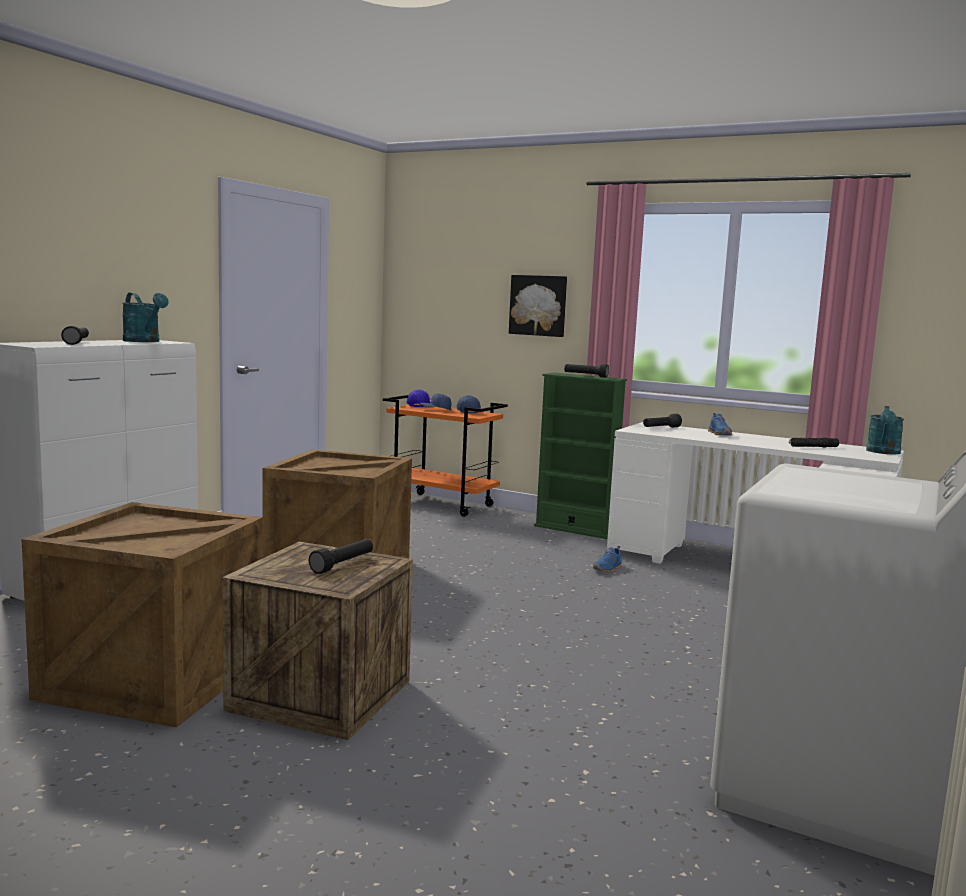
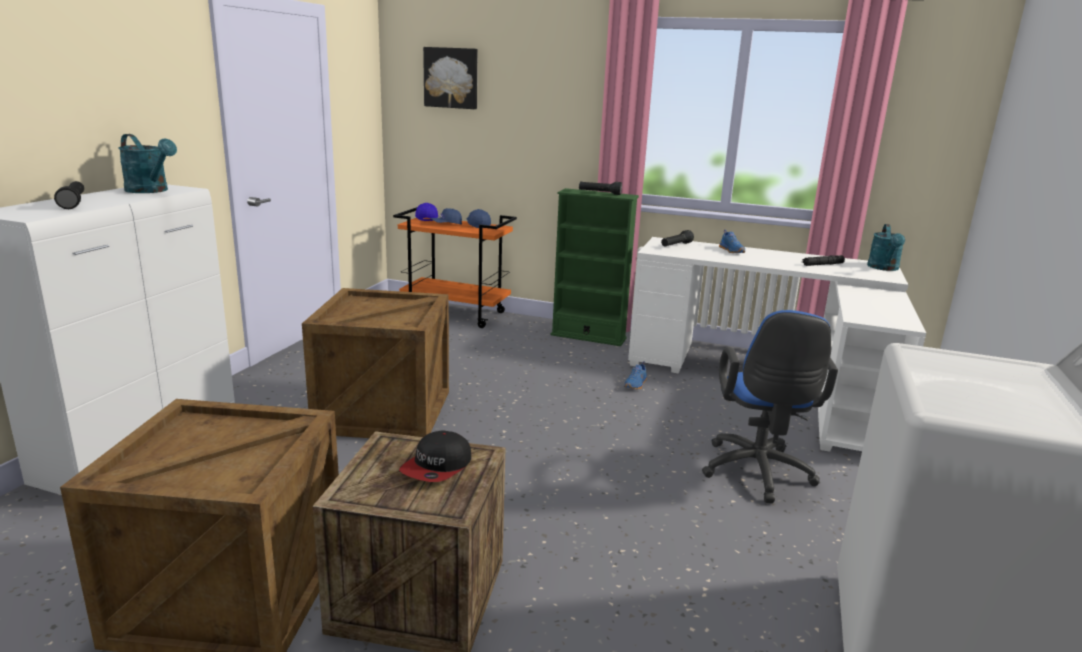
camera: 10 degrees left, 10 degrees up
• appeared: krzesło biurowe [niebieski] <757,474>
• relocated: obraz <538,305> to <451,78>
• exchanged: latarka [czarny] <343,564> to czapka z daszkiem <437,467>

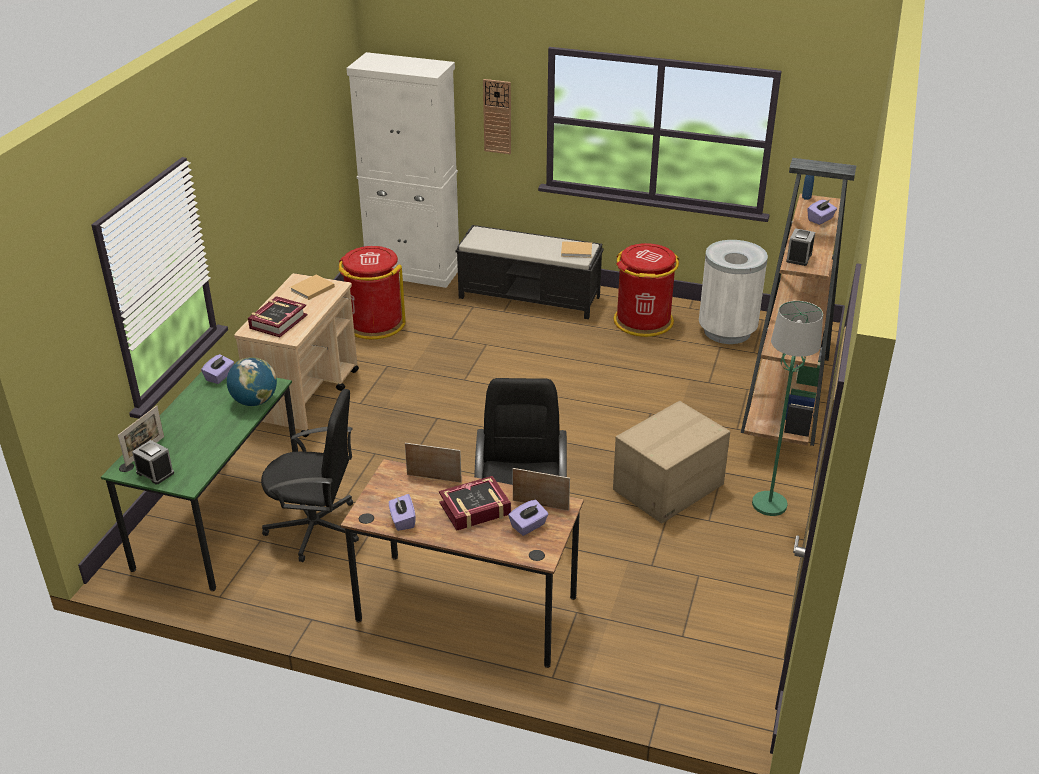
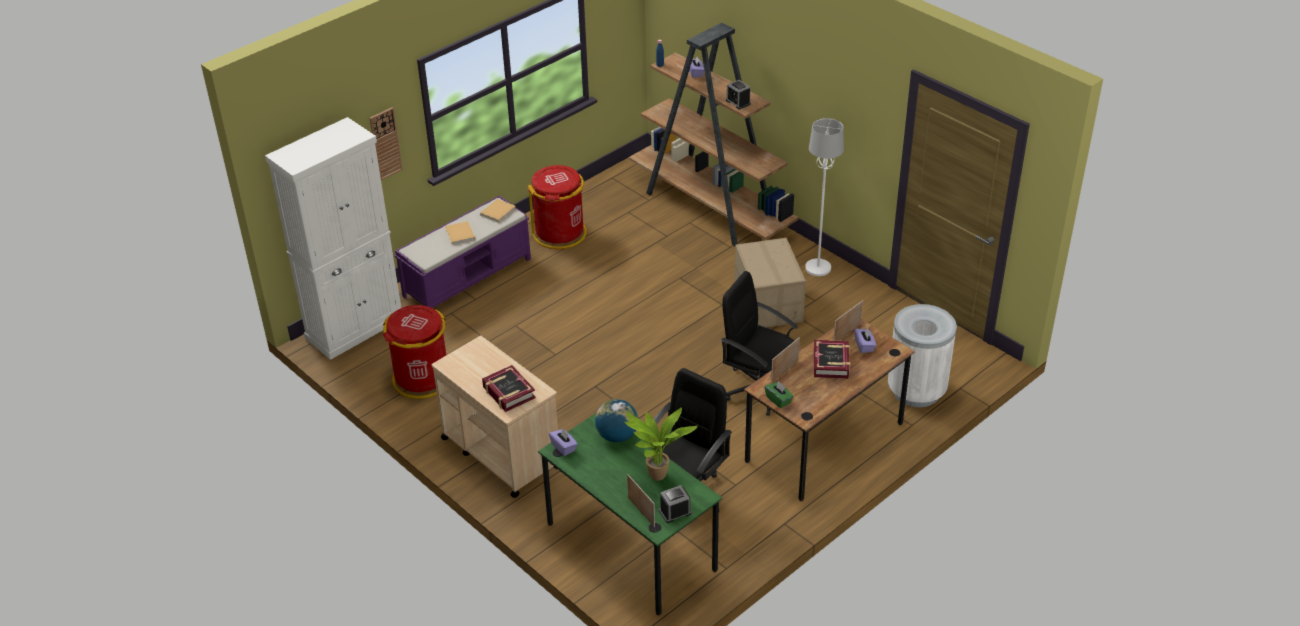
camera: 60 degrees left, 5 degrees up
• missing: pudełko chusteczek [fioletowy] <402,520>
• appeared: roślina doniczkowa <658,478>
• appeared: pudełko chusteczek [zielony] <778,400>
• relocated: książka [beżowy] <311,289> to <460,234>
• relocated: kosz na śmieci [biały] <726,331> to <916,391>
• colour: ławka [czarny] <530,297> to ławka [fioletowy] <468,277>
• colour: lampa stojąca [zielony] <769,504> to lampa stojąca [biały] <817,268>

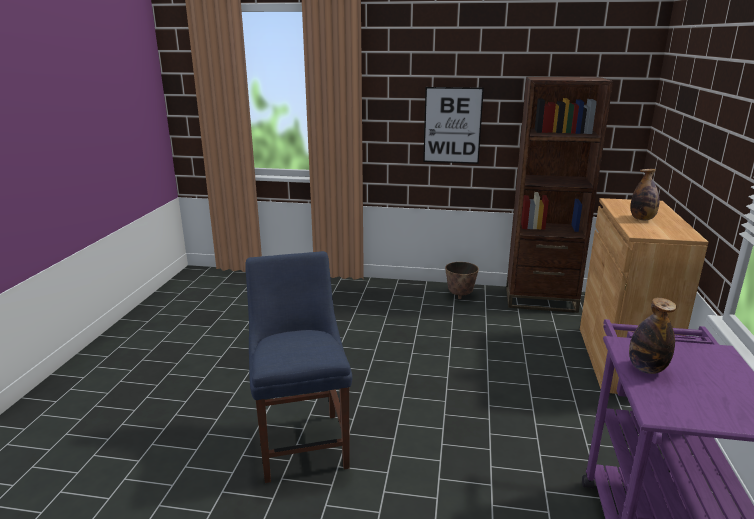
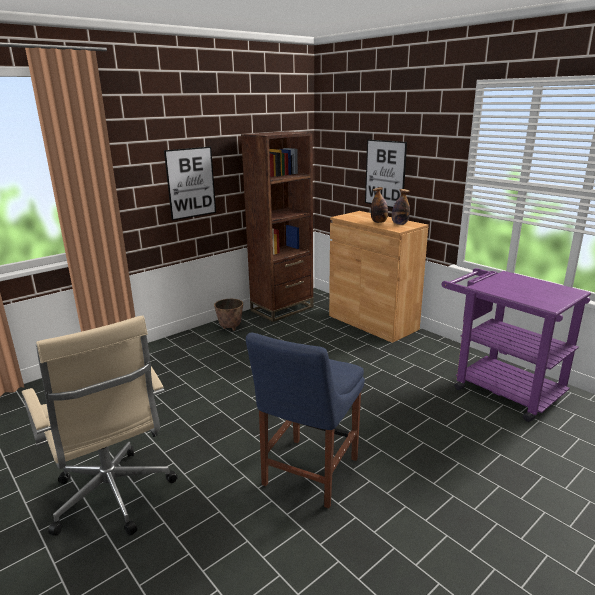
camera: 50 degrees left, 0 degrees up
• appeared: krzesło biurowe [beżowy] <114,499>
• appeared: obraz <385,174>
• relocated: butelka <646,368> to <399,224>
• spun: krzesło [niebieski] <302,442> = <308,474> 90 degrees counterclockwise

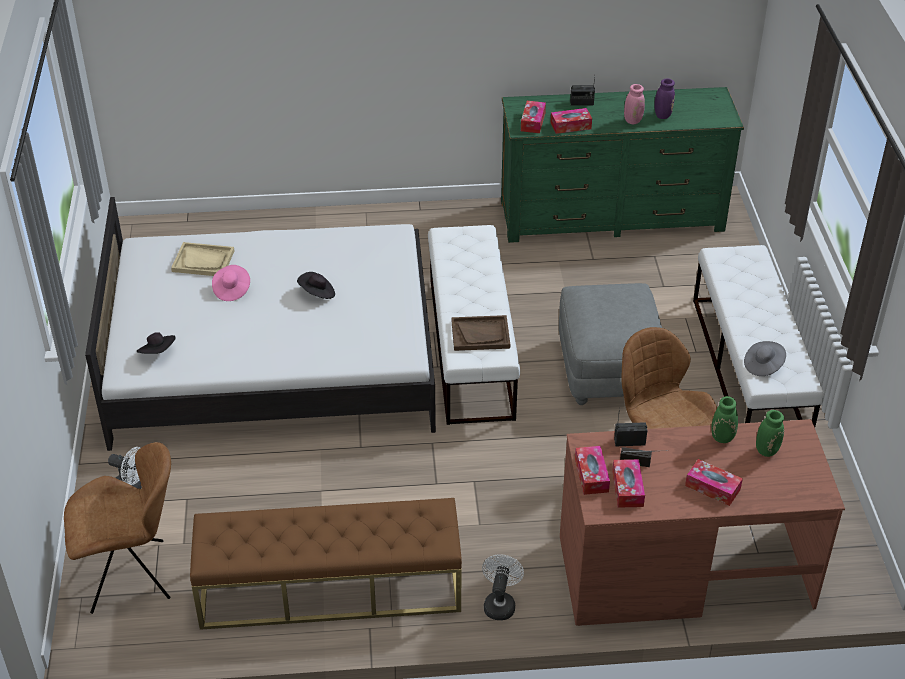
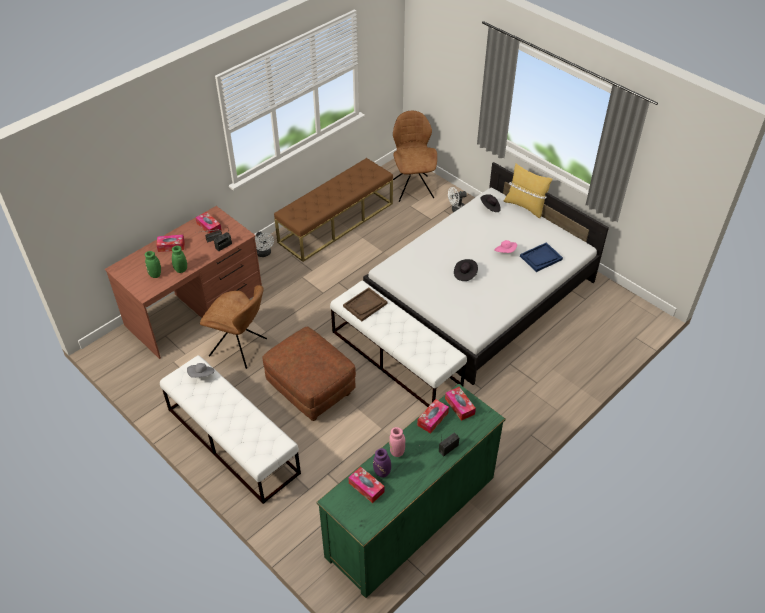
camera: 140 degrees right, 5 degrees up
• appeared: poduszka [żółty] <525,206>
• relocated: pudełko chusteczek <591,475> to <366,487>
• colour: taca [beżowy] <203,261> to taca [niebieski] <541,258>
• colour: pufa [szary] <608,371> to pufa [brązowy] <310,389>
• spun: krzesło [brązowy] <132,576> = <413,187> 135 degrees clockwise

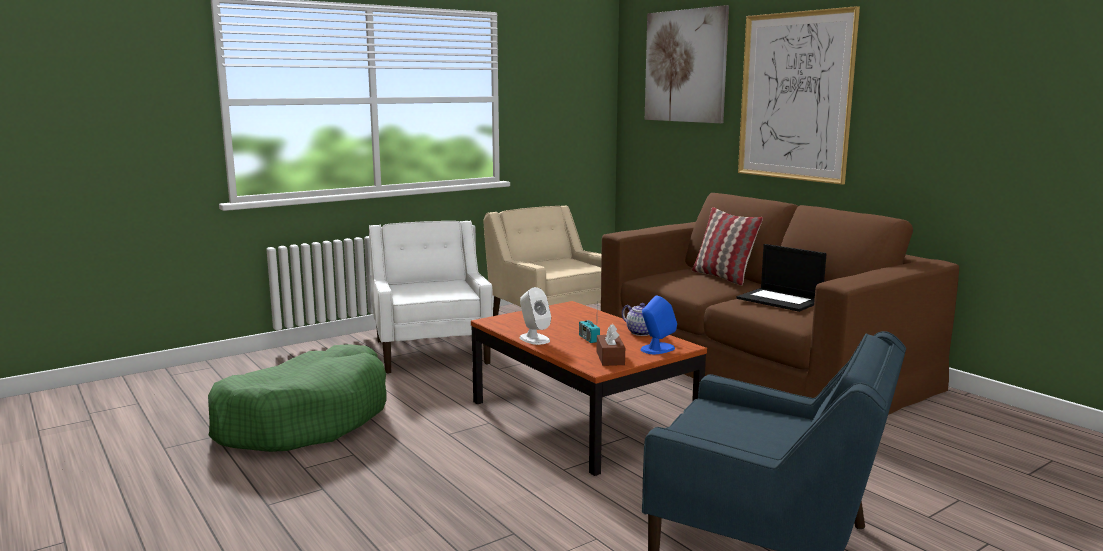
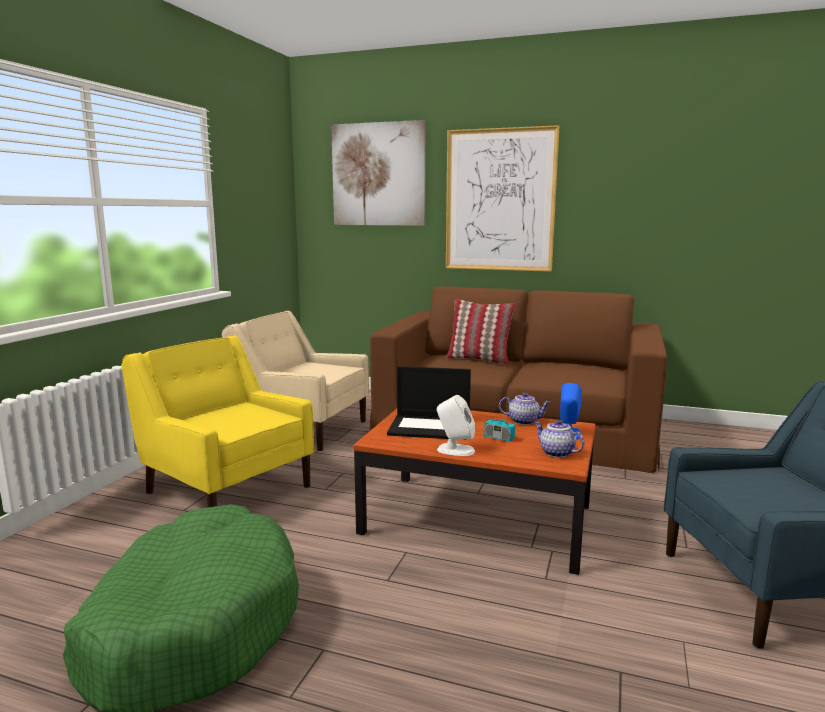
camera: 35 degrees left, 0 degrees up
• relocated: laptop <780,300> to <431,427>
• exchanged: pudełko chusteczek [brązowy] <610,358> to imbryk <556,453>
• colour: fotel [biały] <431,351> to fotel [żółty] <227,489>

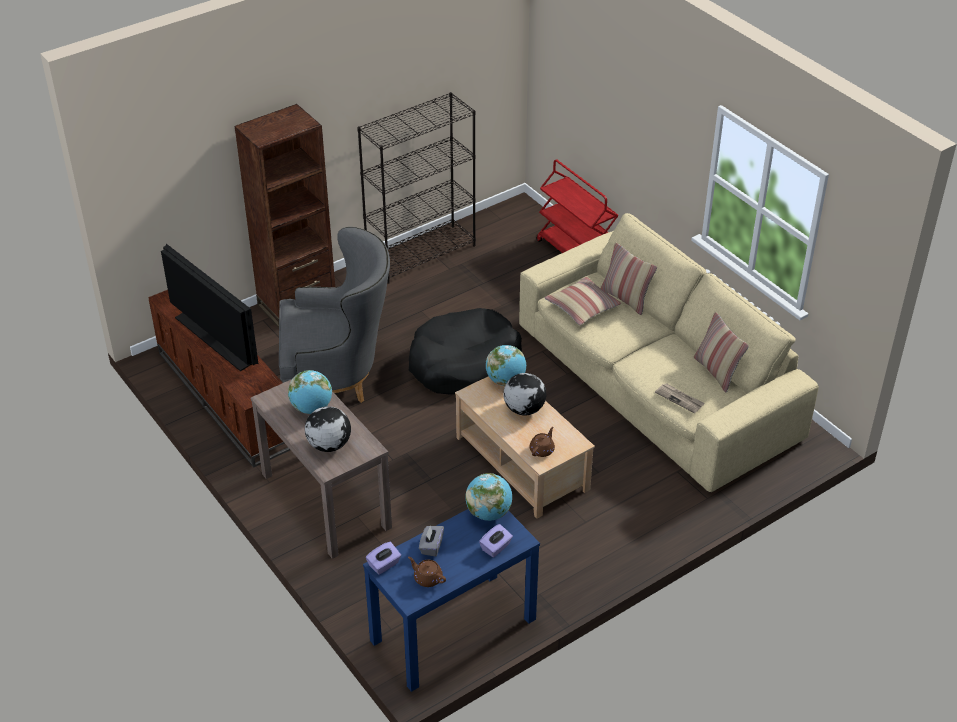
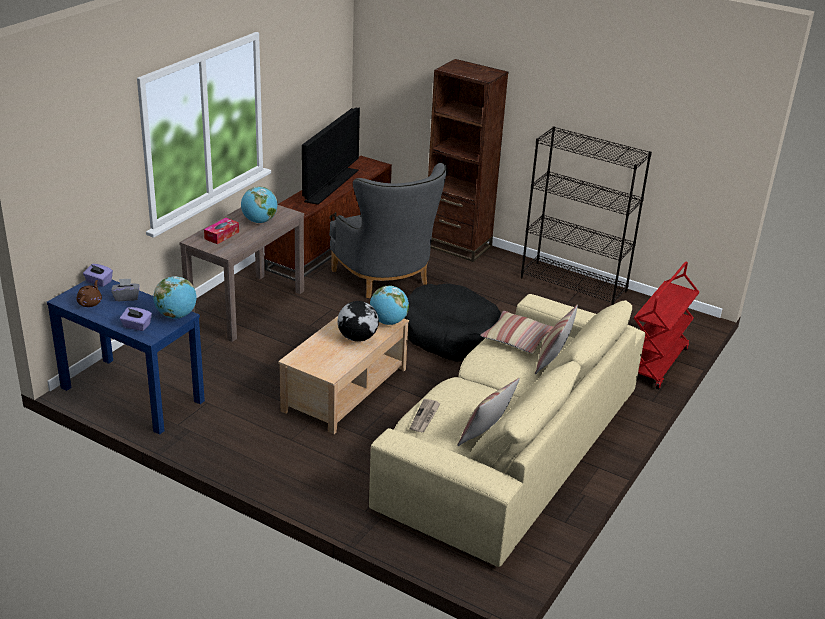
camera: 65 degrees right, 10 degrees down
• missing: imbryk [brązowy] <542,450>
• exchanged: globus <328,445> to pudełko chusteczek <221,235>

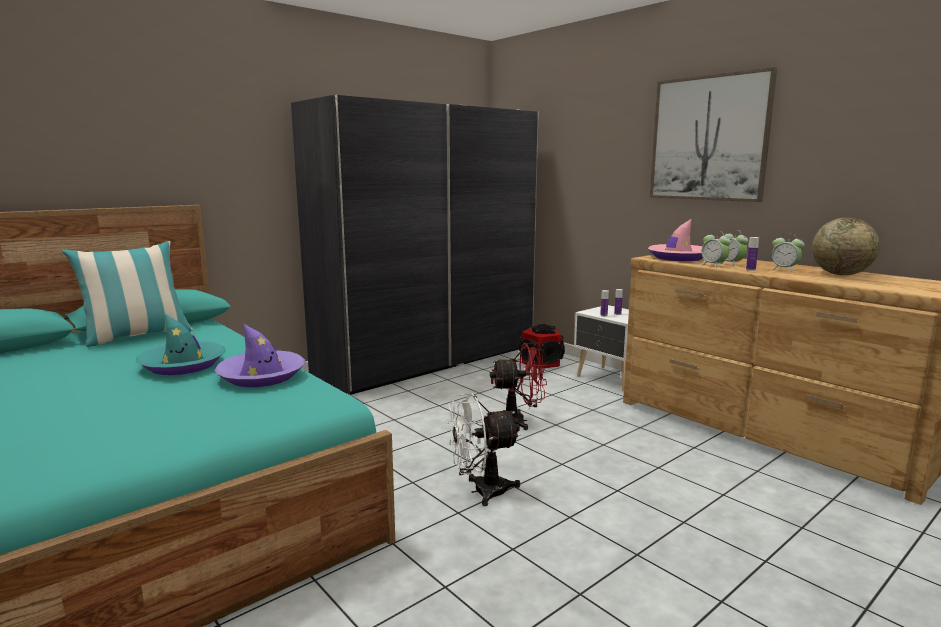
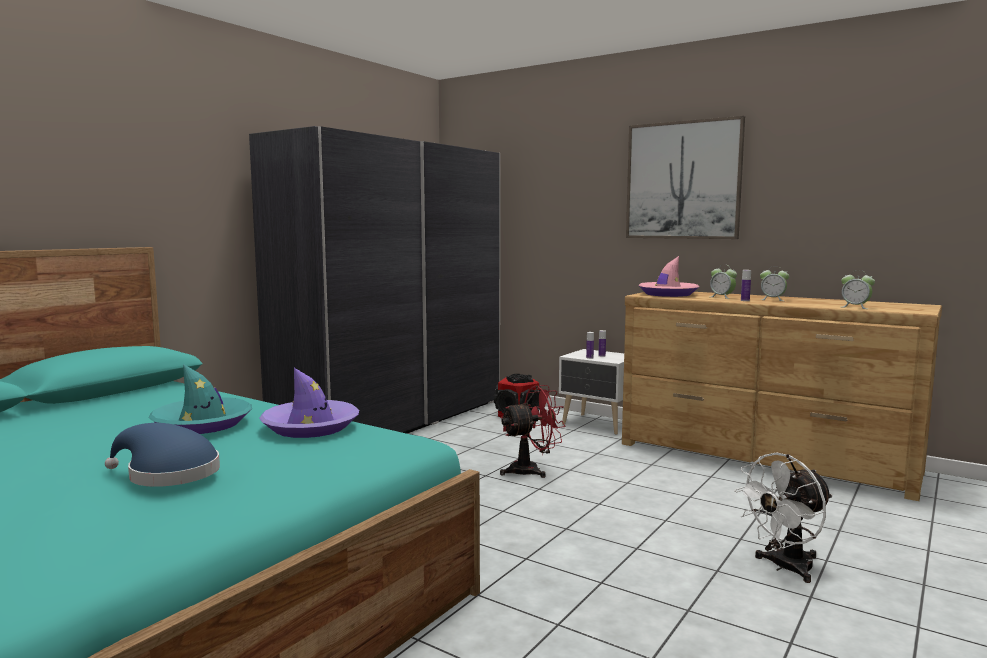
camera: 15 degrees left, 5 degrees down
• missing: poduszka <137,337>
• missing: globus <840,274>
• appeared: kapelusz [niebieski] <168,474>
• relocated: wentylator [biały] <481,491> to <784,567>
• relocated: budzik <713,265> to <855,307>

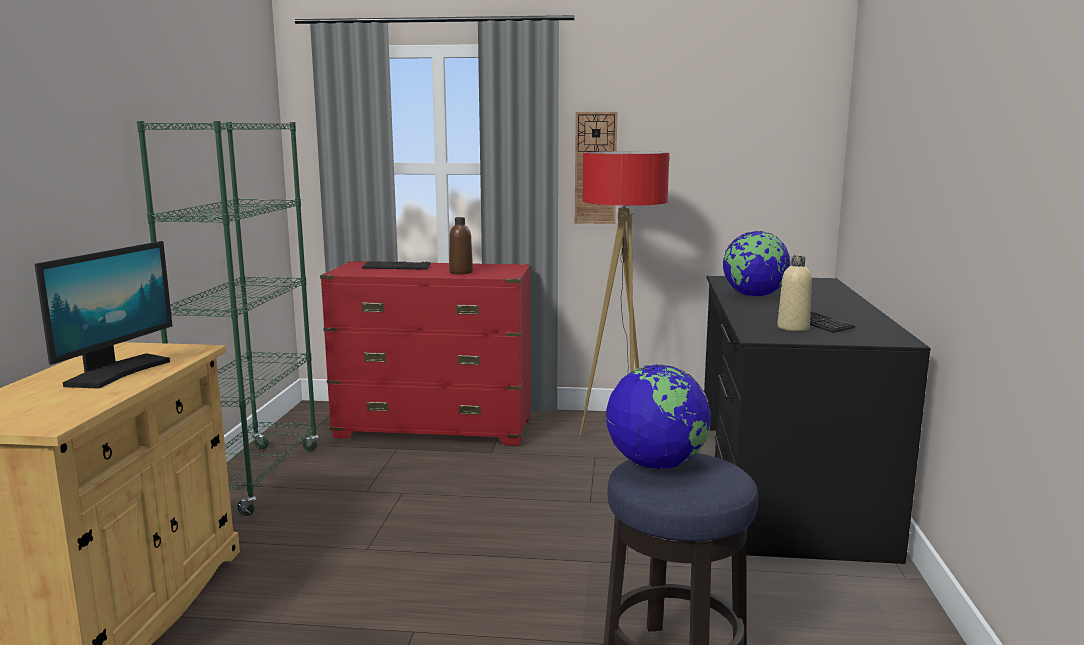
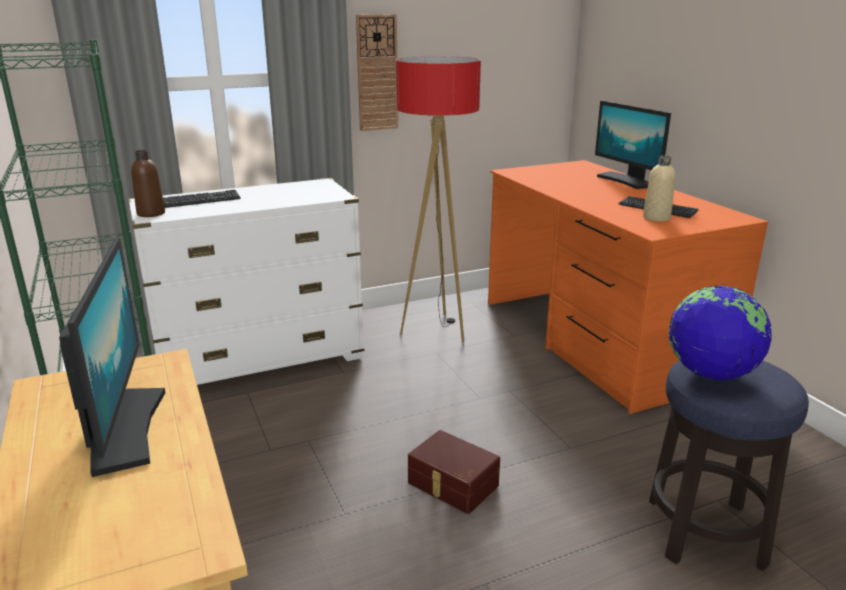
camera: 30 degrees left, 10 degrees up
• missing: globus <754,296>
• appeared: pojemnik do przechowywania [brązowy] <452,485>
• appeared: monitor <626,181>
• relocated: butelka [brązowy] <461,272> to <151,213>
• colour: komoda [czerwony] <435,428> to komoda [biały] <260,360>
• colour: biurko [czarny] <784,484> to biurko [pomarańczowy] <596,340>

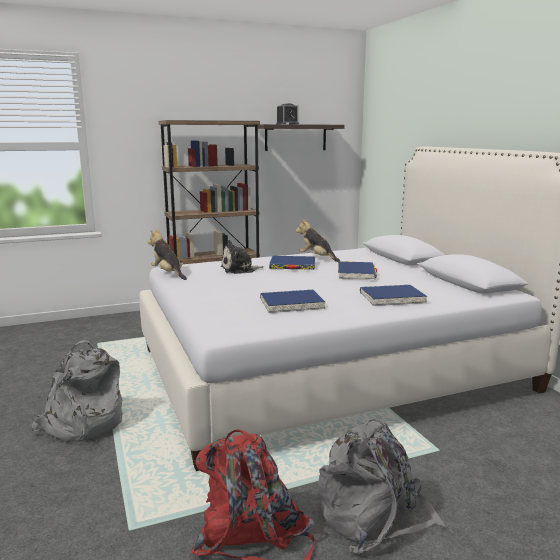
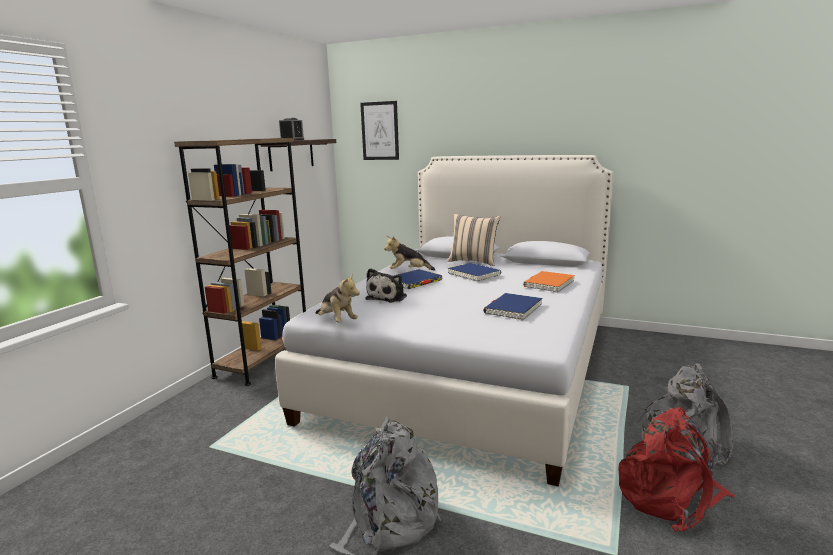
camera: 45 degrees left, 0 degrees up
• appeared: obraz <380,131>
• appeared: poduszka [beżowy] <473,261>
• colour: książka [niebieski] <392,298> to książka [pomarańczowy] <549,284>
• spun: pluszak <168,274> = <337,321> 135 degrees counterclockwise

